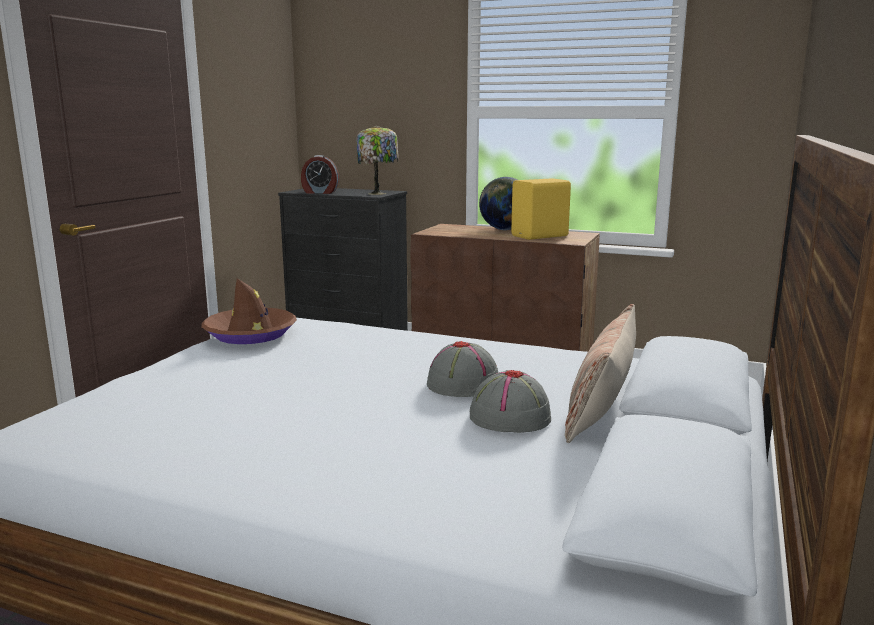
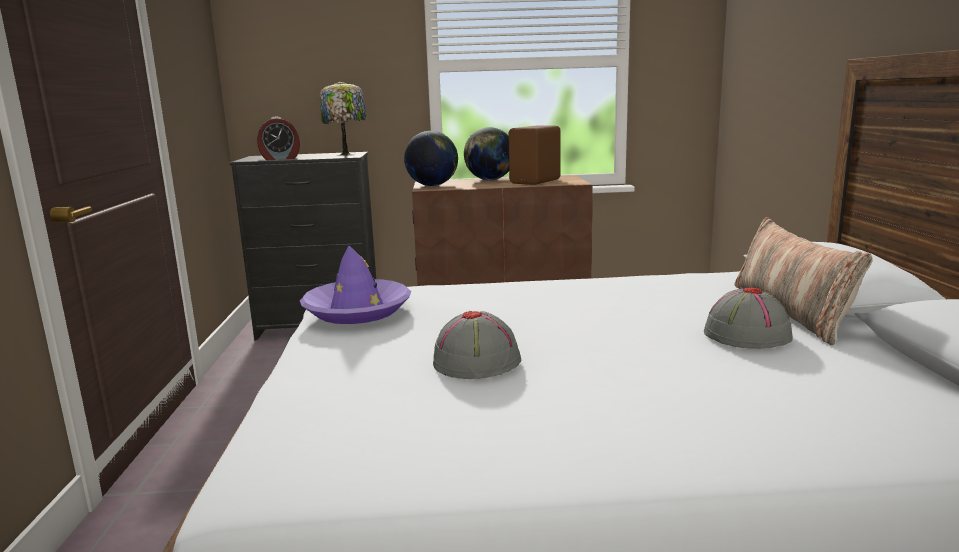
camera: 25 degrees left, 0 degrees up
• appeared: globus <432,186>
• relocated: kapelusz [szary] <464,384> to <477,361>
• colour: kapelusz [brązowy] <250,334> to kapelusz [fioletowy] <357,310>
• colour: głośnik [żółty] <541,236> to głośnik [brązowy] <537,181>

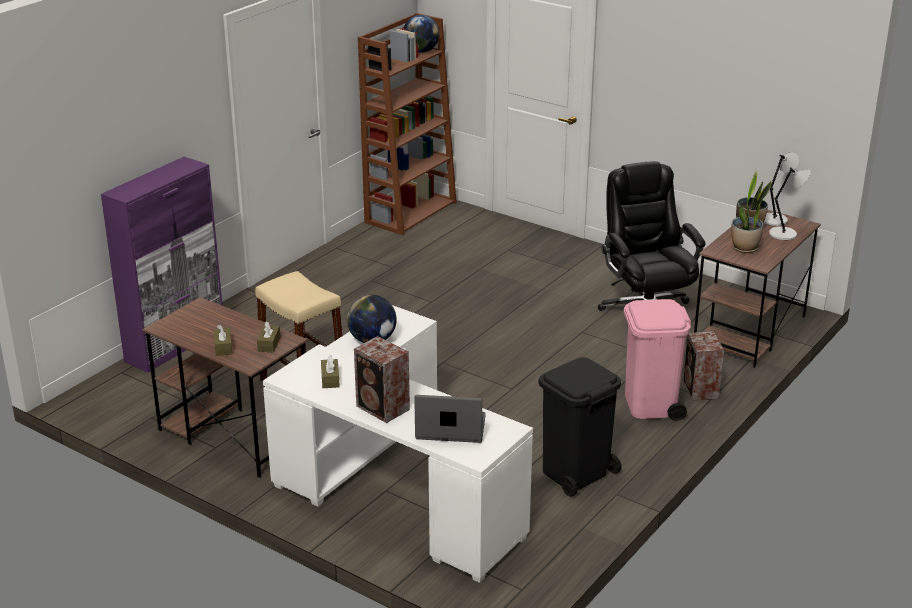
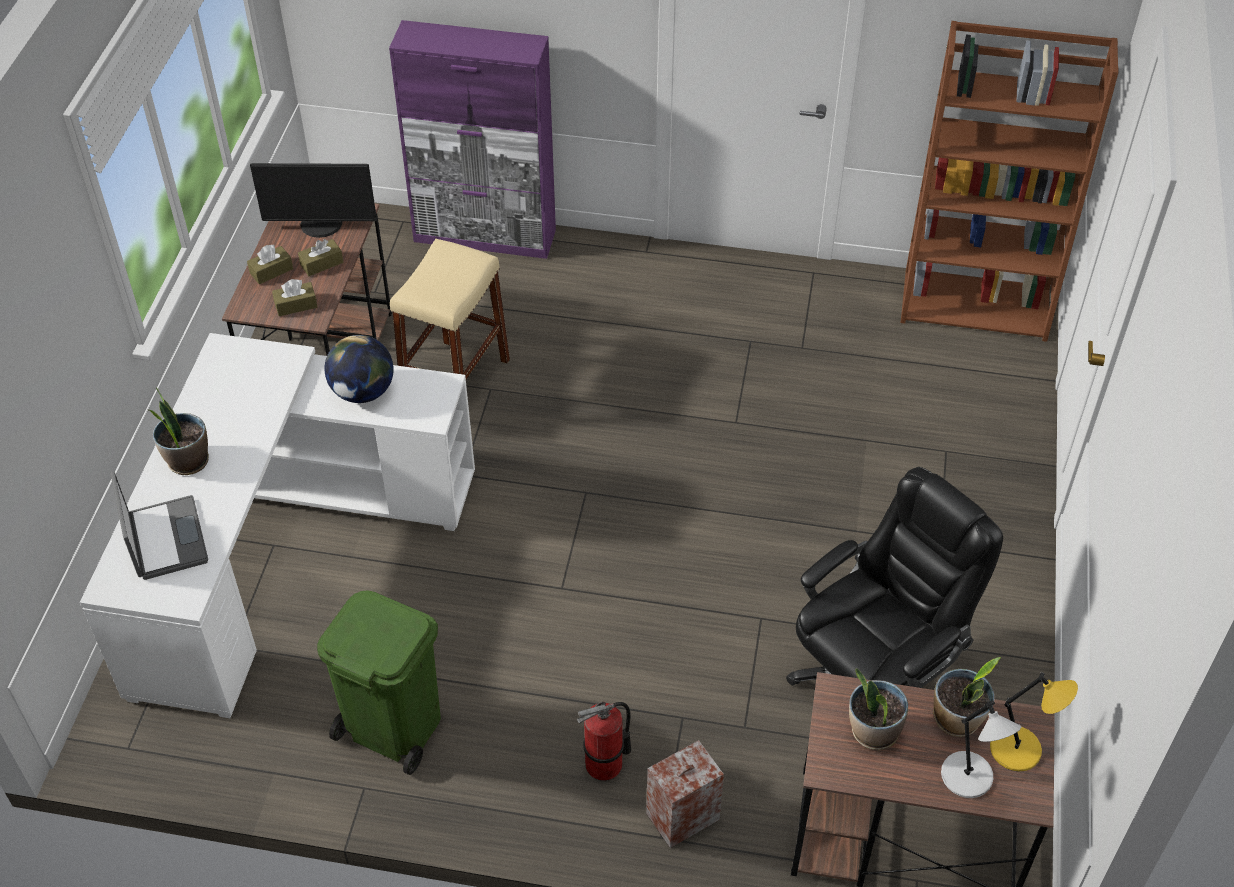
camera: 65 degrees right, 20 degrees up
• missing: globus <421,51>
• appeared: monitor <321,225>
• relocated: pudełko chusteczek [brązowy] <330,379> to <321,263>
• exchanged: głośnik <383,409> to roślina doniczkowa <187,461>
• exchanged: kosz na śmieci [różowy] <651,405> to gaśnica <604,764>
• colour: kosz na śmieci [czarny] <575,473> to kosz na śmieci [zielony] <392,726>
• colour: lampa stołowa [szary] <775,219> to lampa stołowa [żółty] <1018,750>

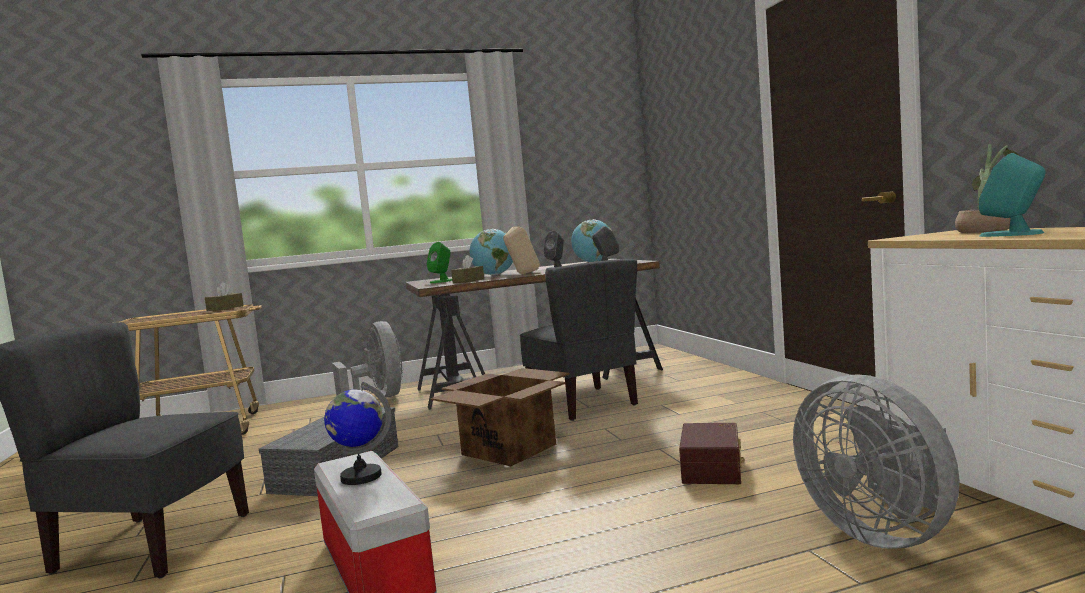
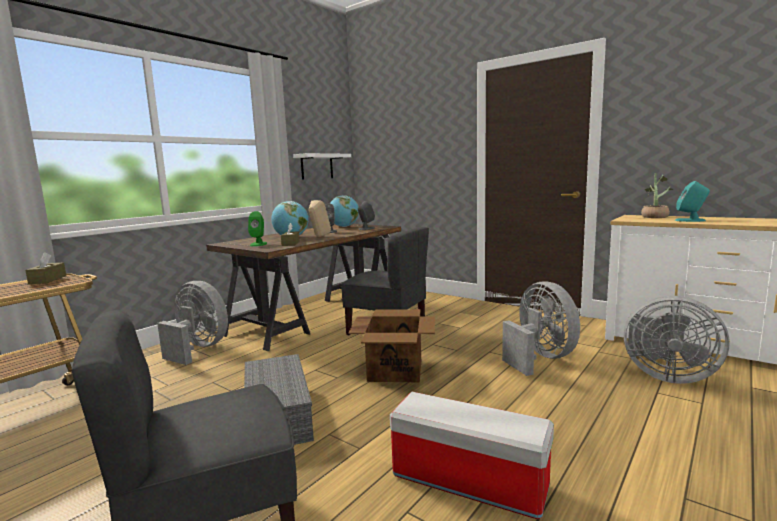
camera: 35 degrees left, 5 degrees up
• missing: globus <361,477>
• appeared: półka [biały] <317,166>
• exchanged: pojemnik do przechowywania [brązowy] <713,468> to wentylator [szary] <539,358>

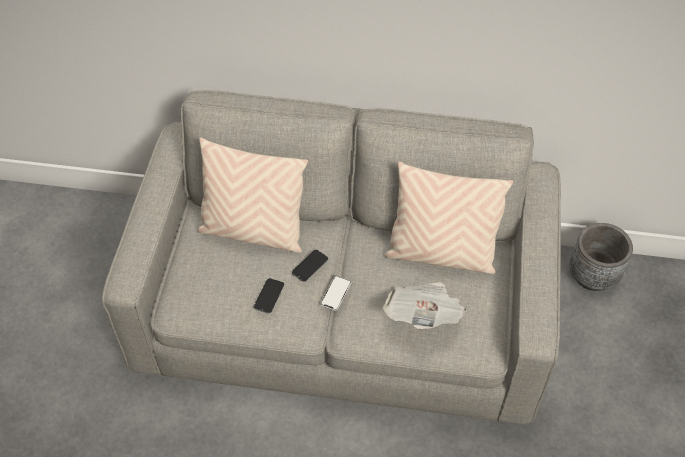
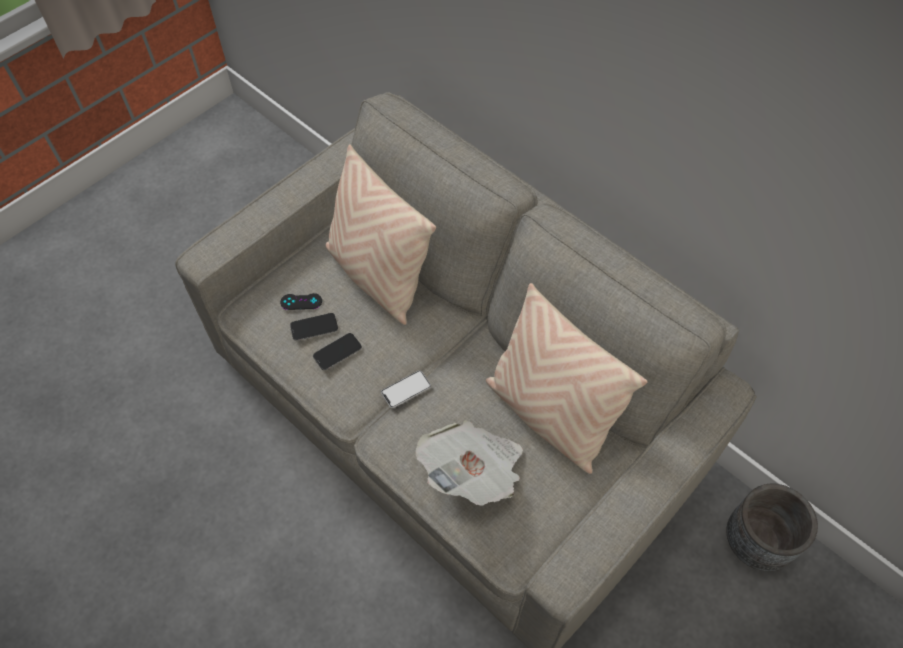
camera: 35 degrees right, 5 degrees up
• appeared: pad do gier [czarny] <301,301>
• relocated: telefon <310,266> to <314,327>

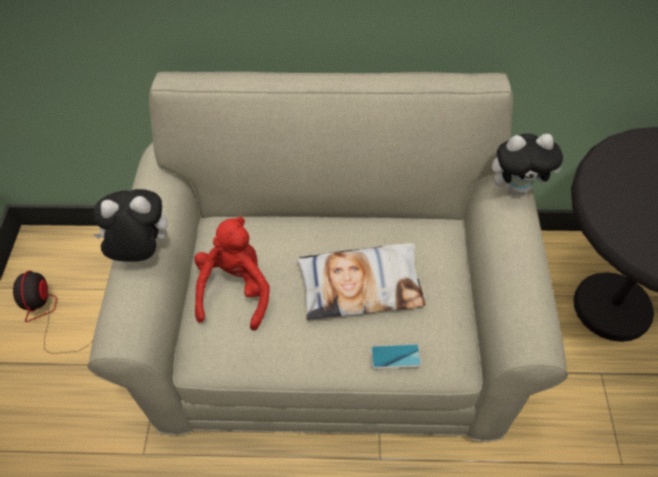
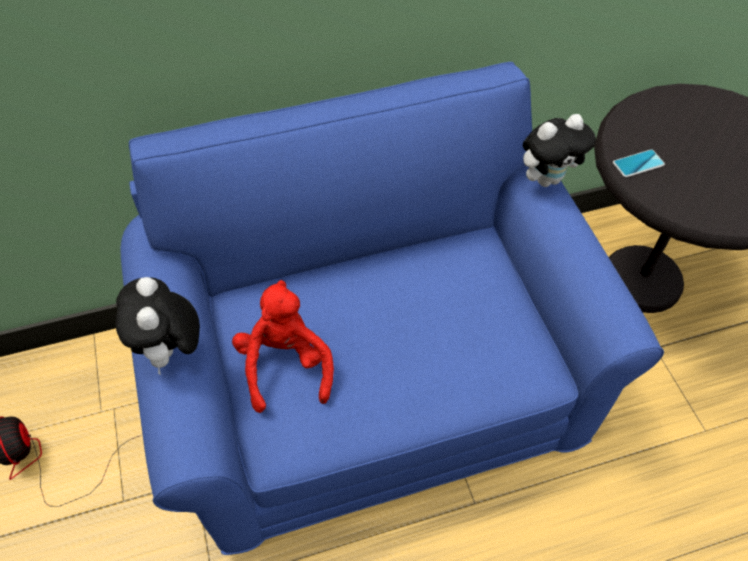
camera: 20 degrees left, 0 degrees up
• missing: poduszka <361,285>
• relocated: telefon <395,356> to <638,164>
• colour: kanapa [beżowy] <333,328> to kanapa [niebieski] <375,381>
• spun: pluszak <141,251> = <171,350> 75 degrees counterclockwise

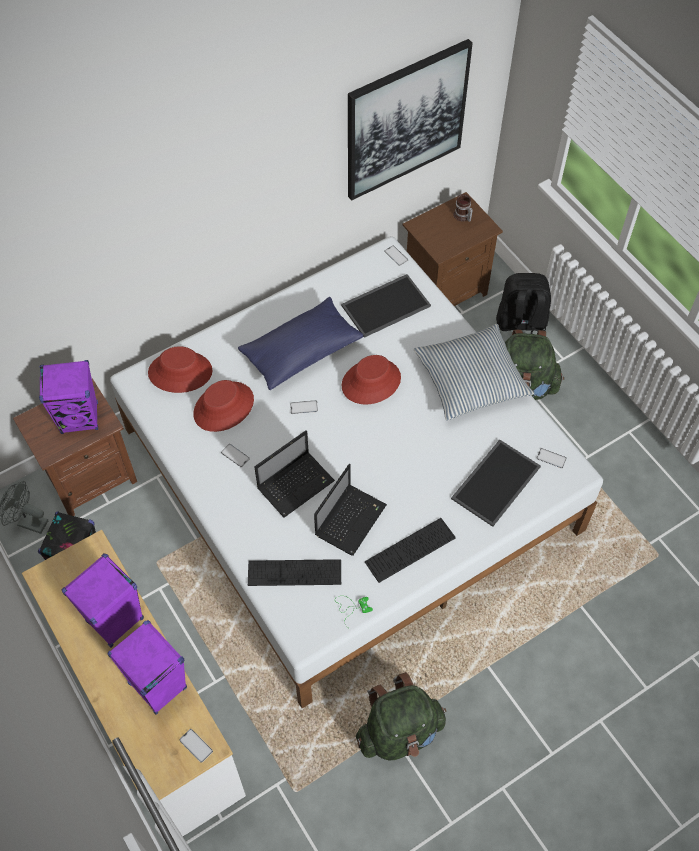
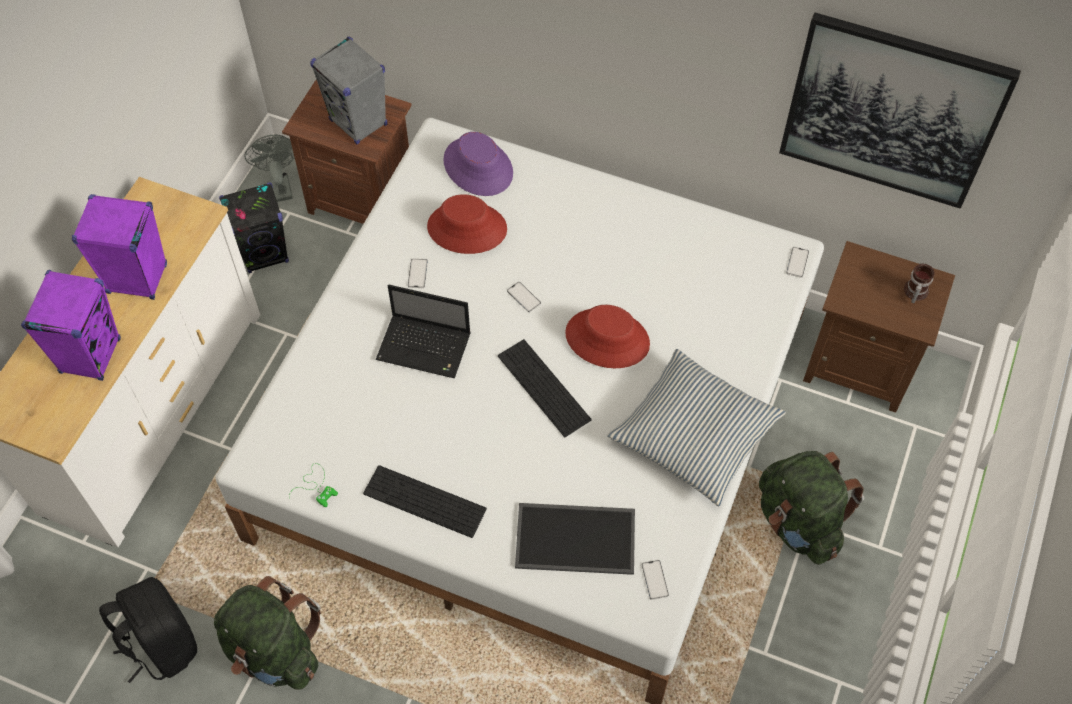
camera: 55 degrees right, 0 degrees up
• missing: telefon <196,745>
• missing: poduszka [niebieski] <301,352>
• missing: laptop <351,519>
• missing: taca <386,304>
• relocated: klawiatura <294,572> to <543,387>
• relocated: plecak [czarny] <520,325> to <161,644>
• colour: głośnik [fioletowy] <80,418> to głośnik [szary] <358,123>
• colour: kapelusz [czerwony] <180,372> to kapelusz [fioletowy] <478,167>

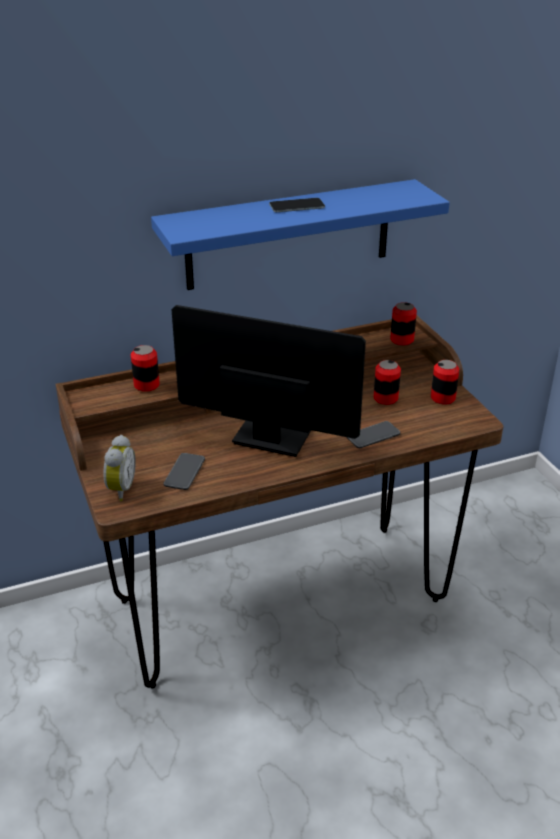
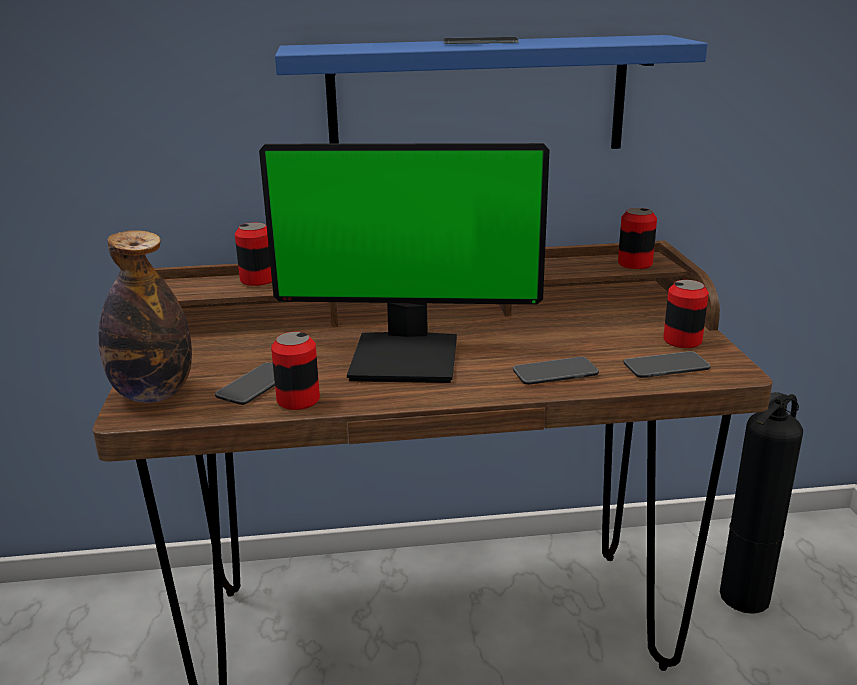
camera: 15 degrees right, 10 degrees down
• appeared: telefon <666,366>
• appeared: gaśnica <746,595>
• relocated: puszka <385,398> to <298,400>
• exchanged: budzik <119,489> to butelka <153,394>
• spun: monitor <272,434> = <407,357> 150 degrees clockwise

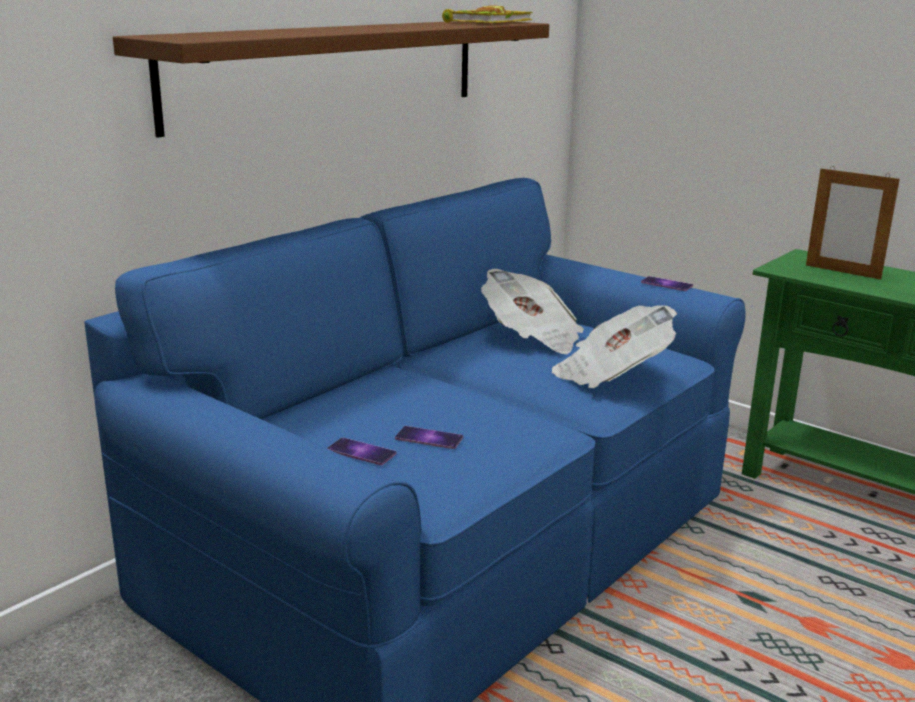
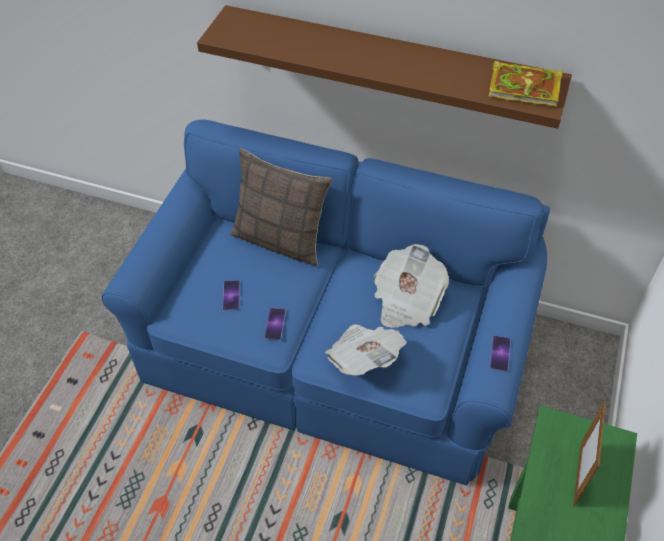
camera: 70 degrees right, 30 degrees up
• appeared: poduszka <281,240>
• relocated: telefon <361,452> to <275,324>

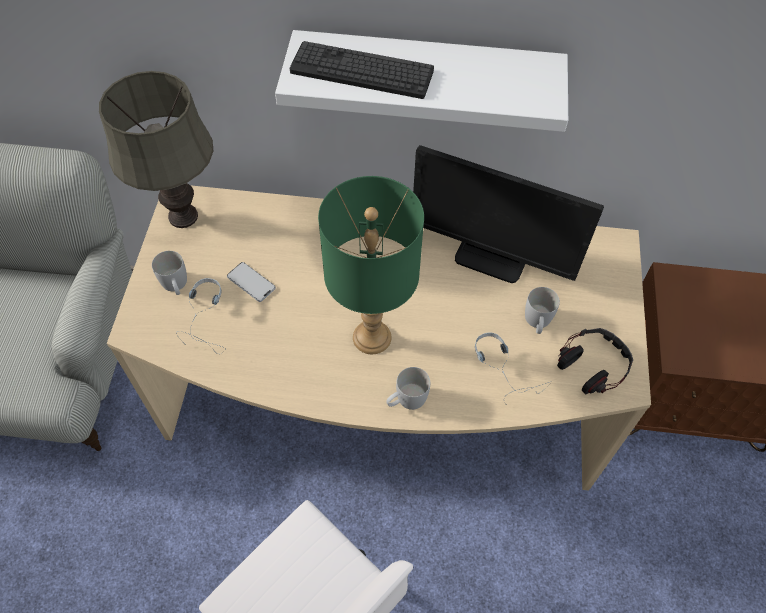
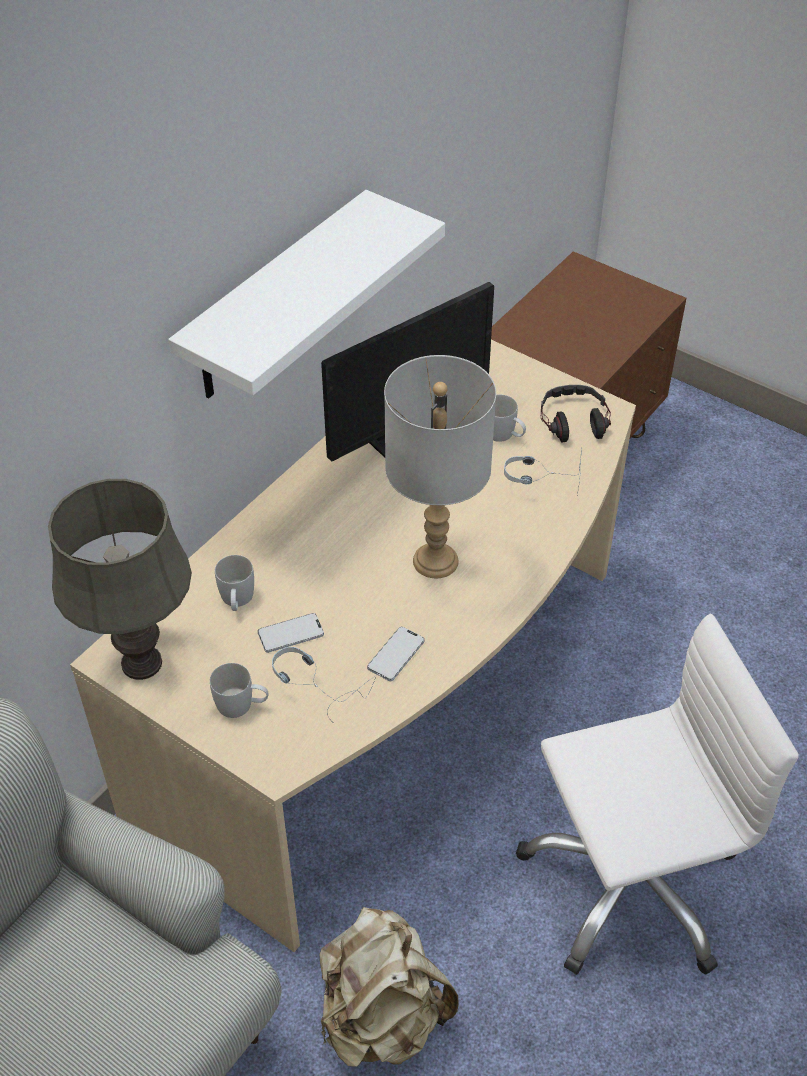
camera: 60 degrees left, 10 degrees down
• missing: klawiatura <362,71>
• appeared: plecak [beżowy] <382,1015>
• appeared: telefon <396,655>
• relocated: kubek [biały] <406,400> to <237,601>
• colour: lampa stołowa [zielony] <372,336> to lampa stołowa [szary] <434,560>

